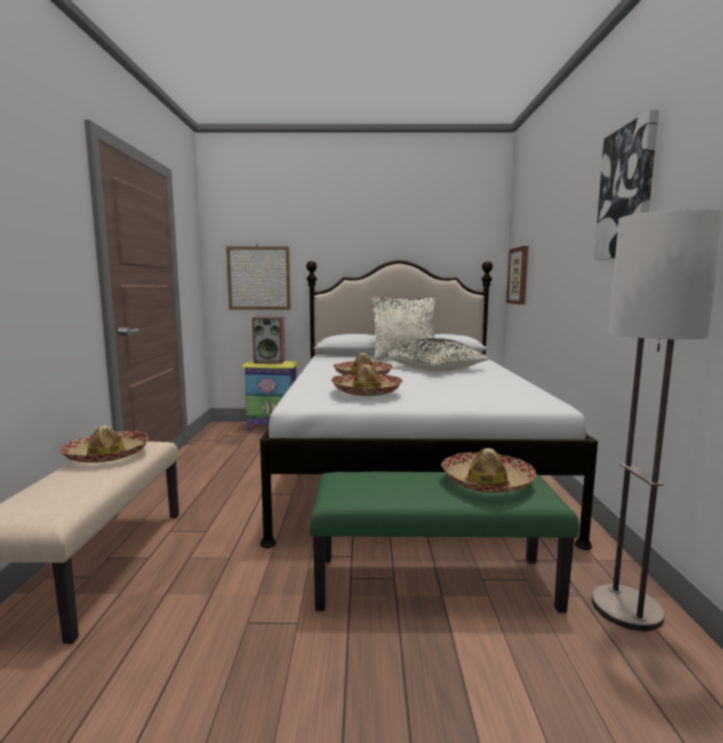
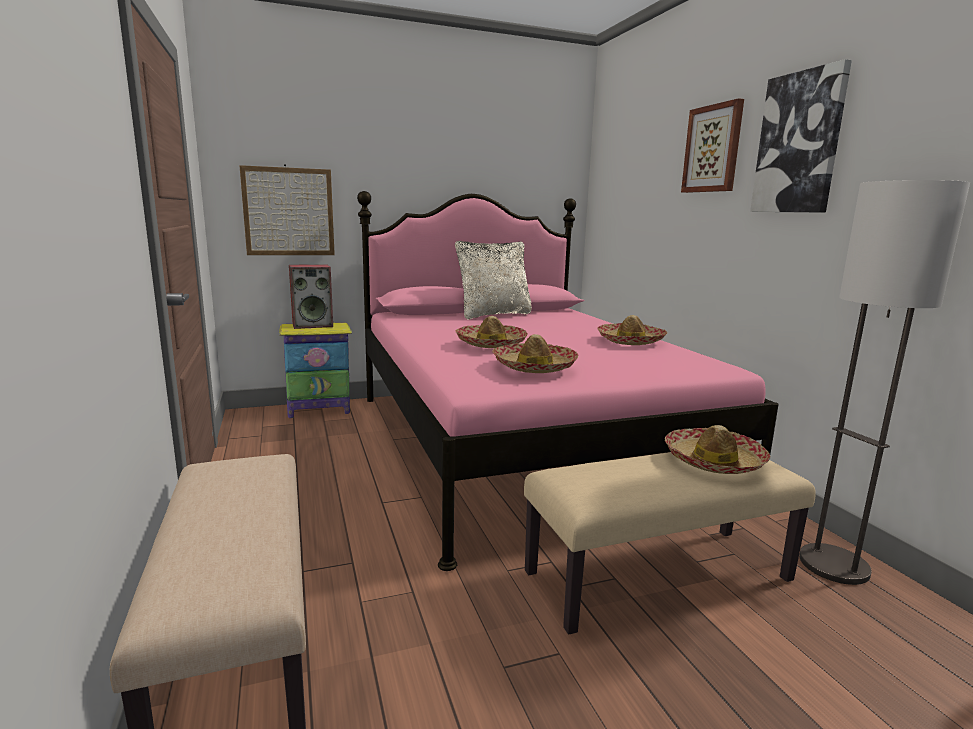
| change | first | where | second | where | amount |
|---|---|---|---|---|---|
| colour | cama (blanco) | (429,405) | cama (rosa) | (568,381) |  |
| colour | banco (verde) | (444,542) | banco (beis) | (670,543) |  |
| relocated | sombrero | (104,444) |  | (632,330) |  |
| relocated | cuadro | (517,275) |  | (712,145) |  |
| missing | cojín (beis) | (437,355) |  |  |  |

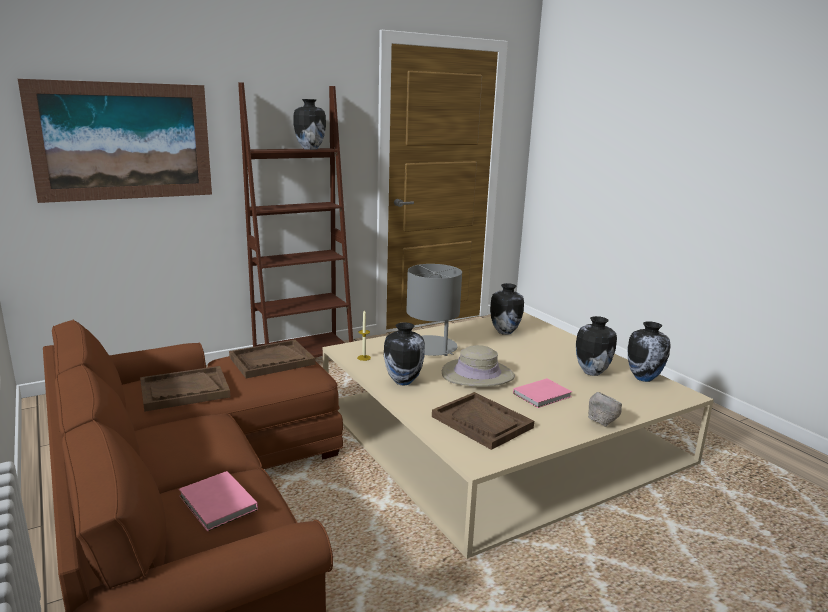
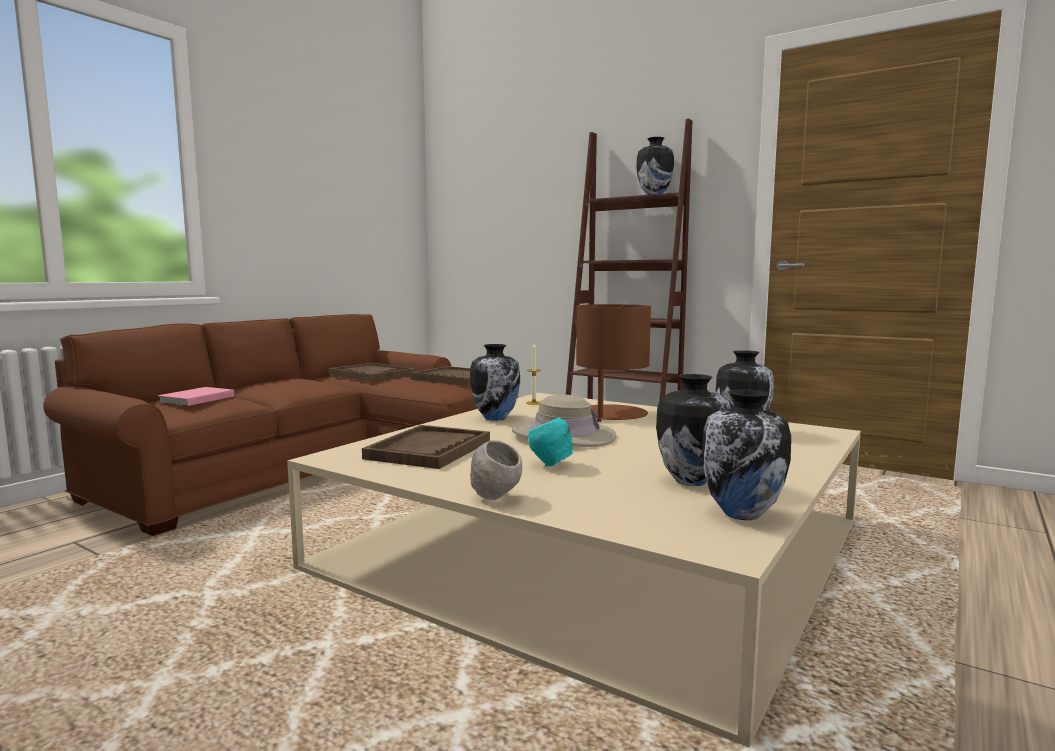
| change | first | where | second | where | amount |
|---|---|---|---|---|---|
| exchanged | libro (rosa) | (542,393) | cuenco (turquesa) | (550,442) |  |
| colour | lámpara de mesa (gris) | (434,310) | lámpara de mesa (marrón) | (613,363) |  |
| missing | cuadro | (115,141) |  |  |  |

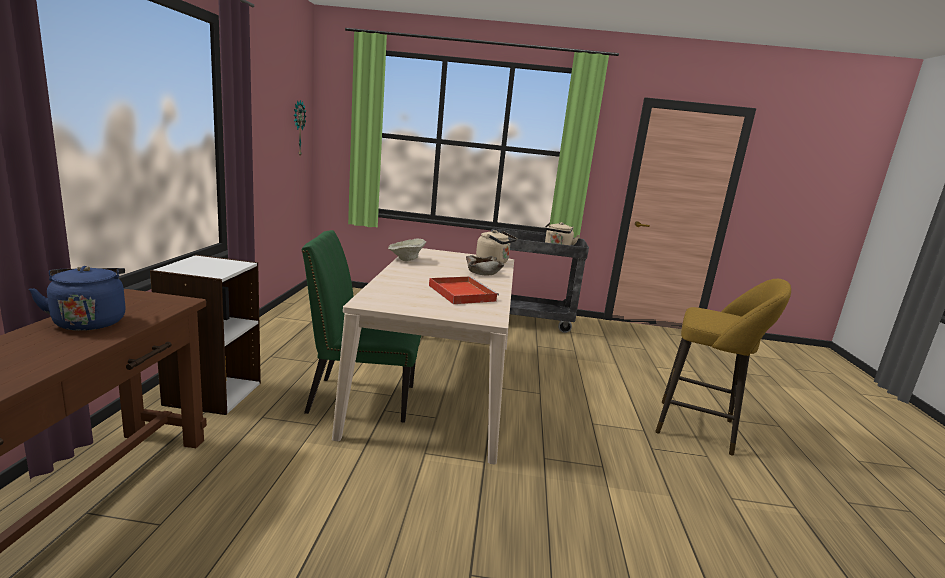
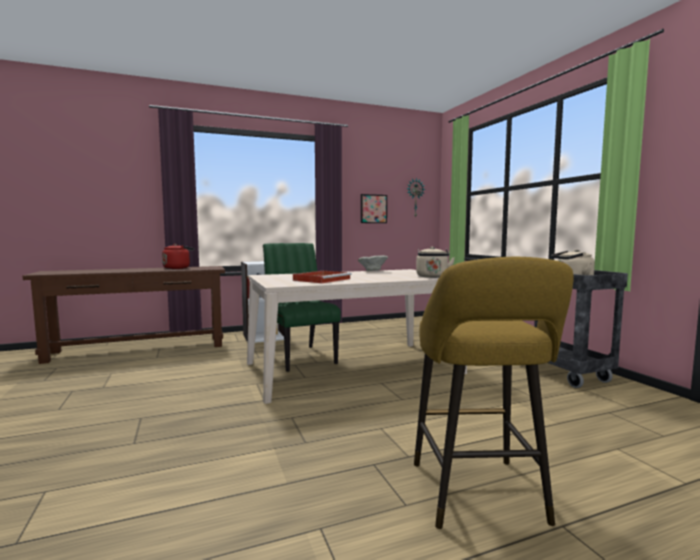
| change | first | where | second | where | amount |
|---|---|---|---|---|---|
| colour | hervidor (azul) | (77,298) | hervidor (rojo) | (178,256) |  |
| appeared |  |  | cuadro | (374,208) |  |
| missing | cuenco (beis) | (485,265) |  |  |  |

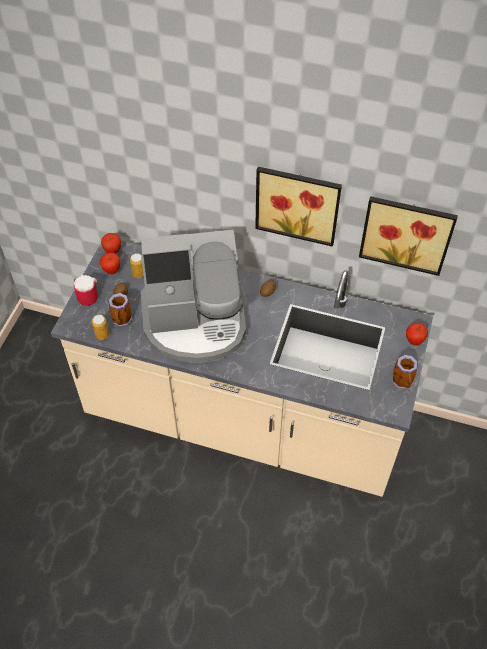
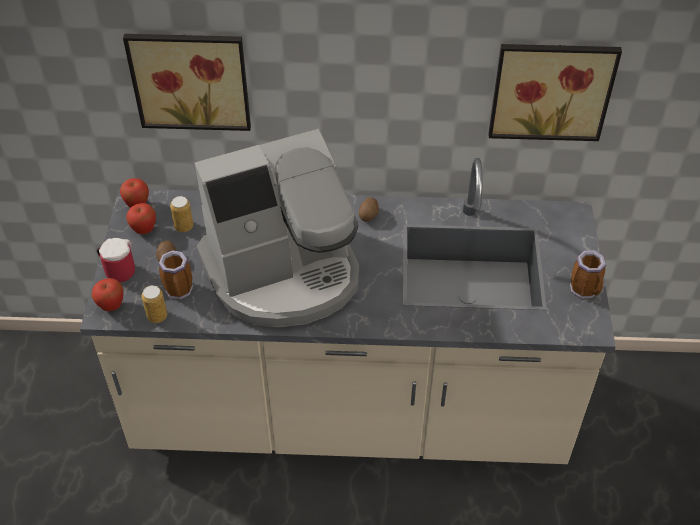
| change | first | where | second | where | amount |
|---|---|---|---|---|---|
| relocated | manzana | (417,334) |  | (107,294) |  |
| relocated | cuadro | (298,207) |  | (187,82) |  |

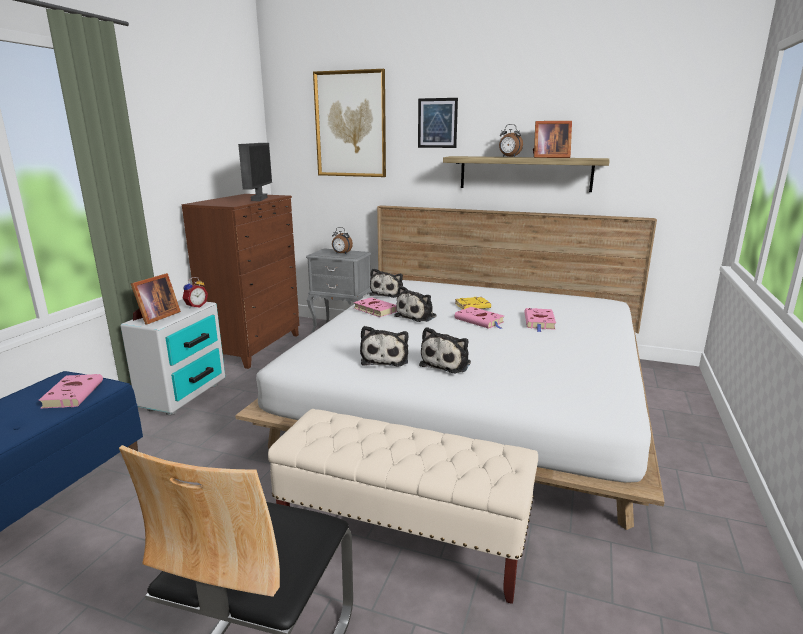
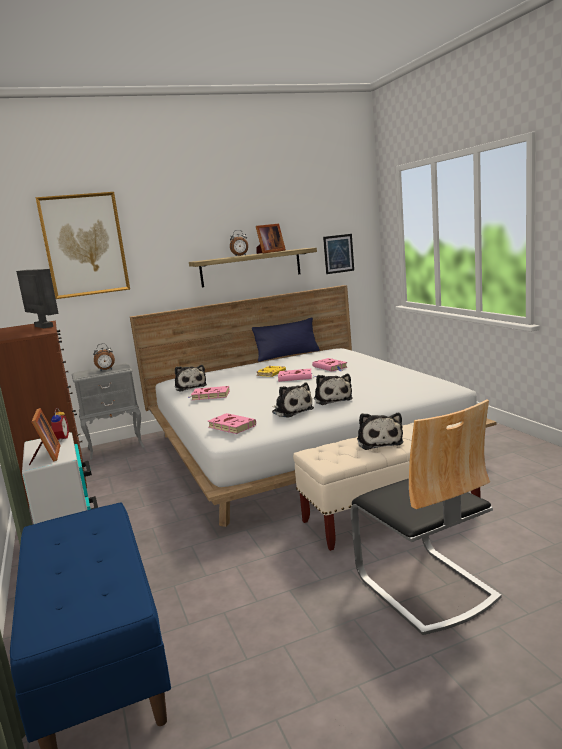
| change | first | where | second | where | amount |
|---|---|---|---|---|---|
| relocated | libro (rosa) | (71,391) |  | (232,423) |  |
| appeared |  |  | cojín (azul) | (286,339) |  |
| relocated | cuadro | (438,123) |  | (338,254) |  |
| relocated | peluche | (415,304) |  | (380,431) |  |

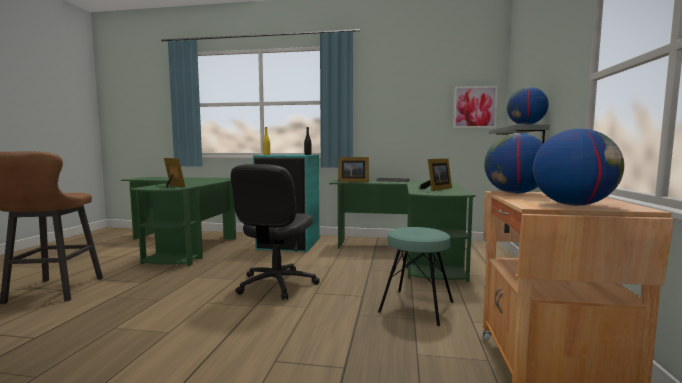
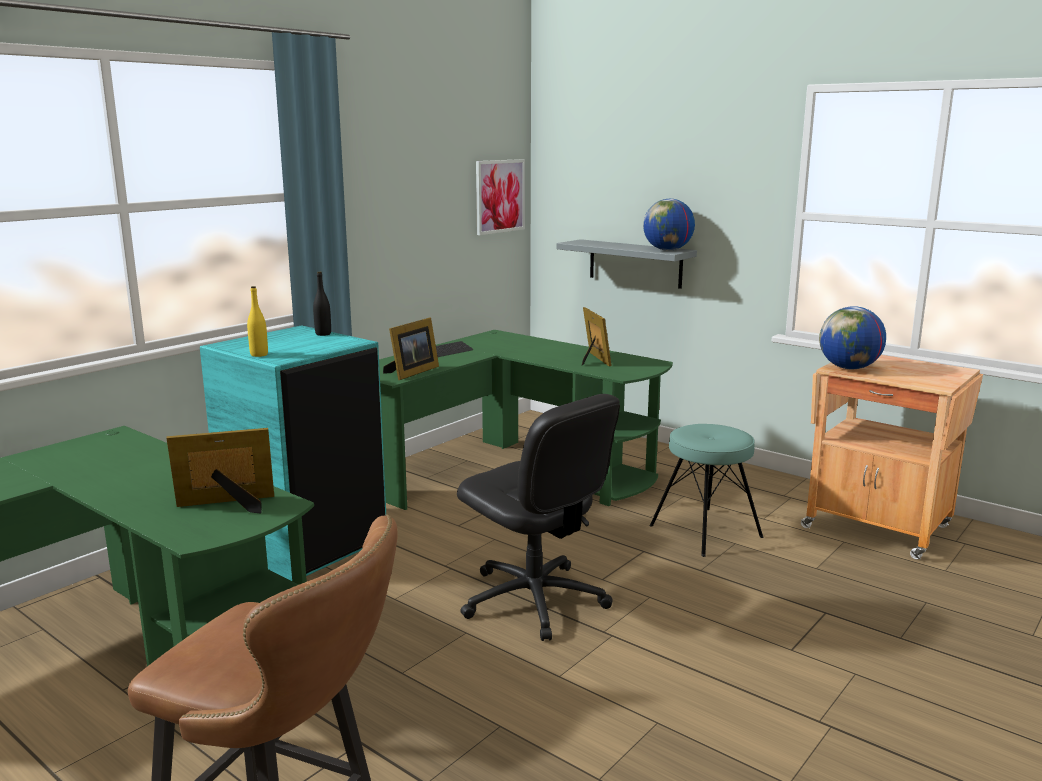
| change | first | where | second | where | amount |
|---|---|---|---|---|---|
| missing | globo terráqueo | (578,167) |  |  |  |

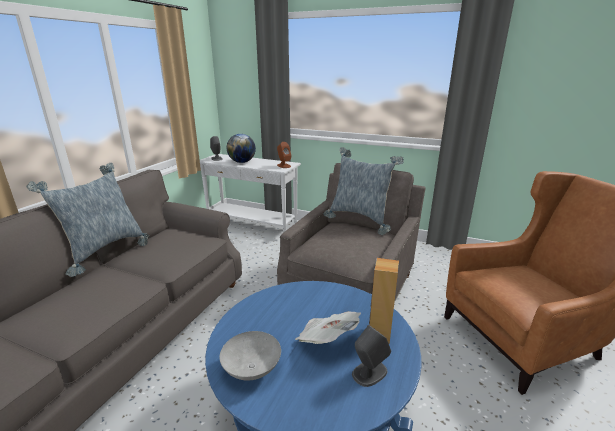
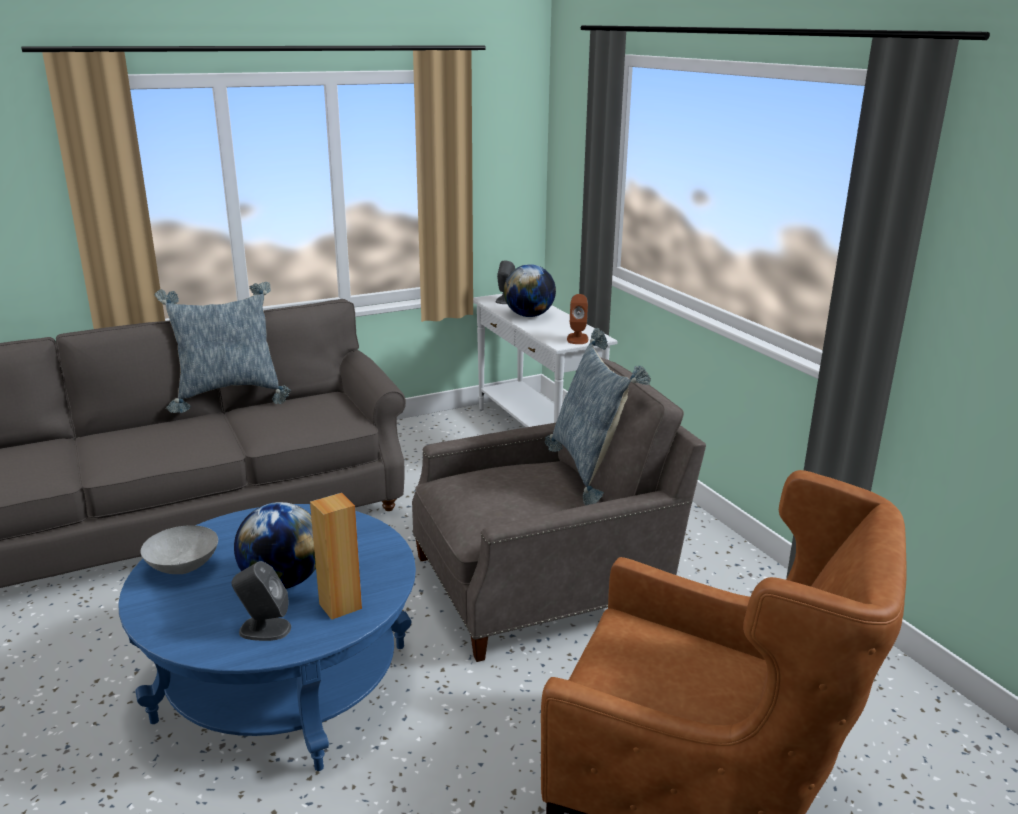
| change | first | where | second | where | amount |
|---|---|---|---|---|---|
| exchanged | periódico | (328,327) | globo terráqueo | (275,545) |  |

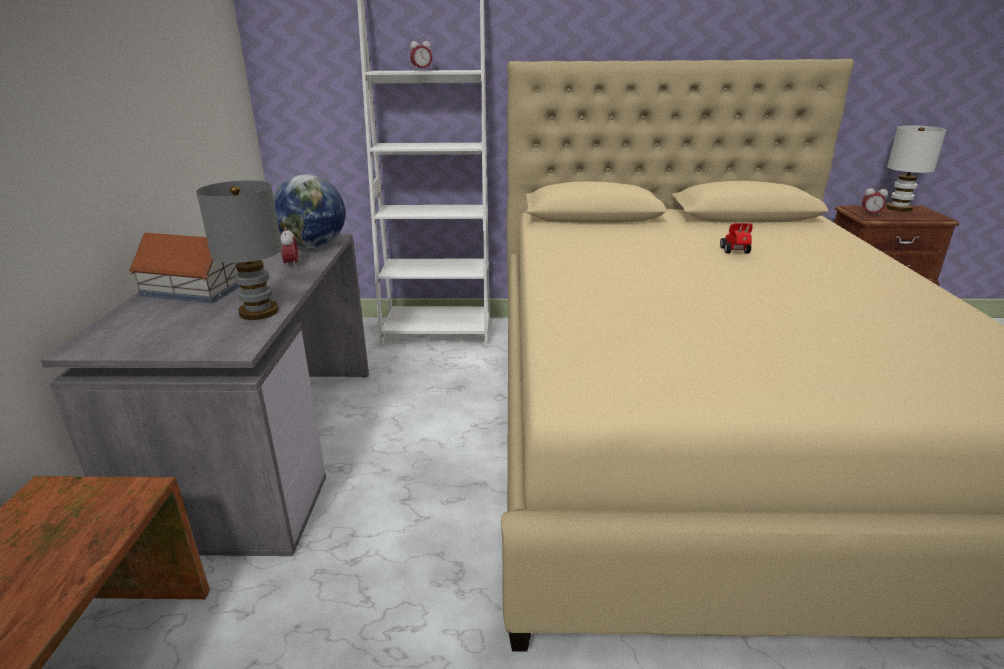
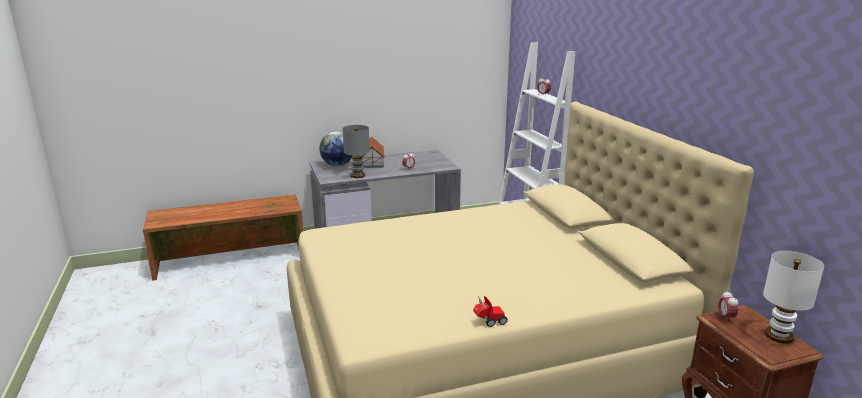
| change | first | where | second | where | amount |
|---|---|---|---|---|---|
| relocated | globo terráqueo | (309,211) |  | (336,148) |  |
| relocated | coche de juguete | (736,237) |  | (490,311) |  |

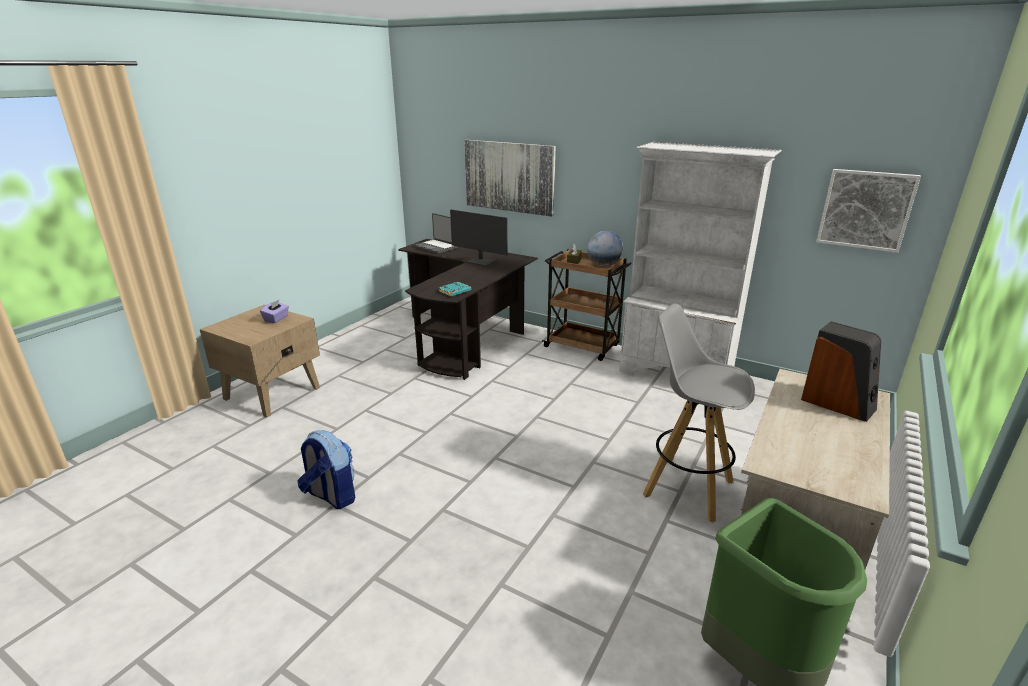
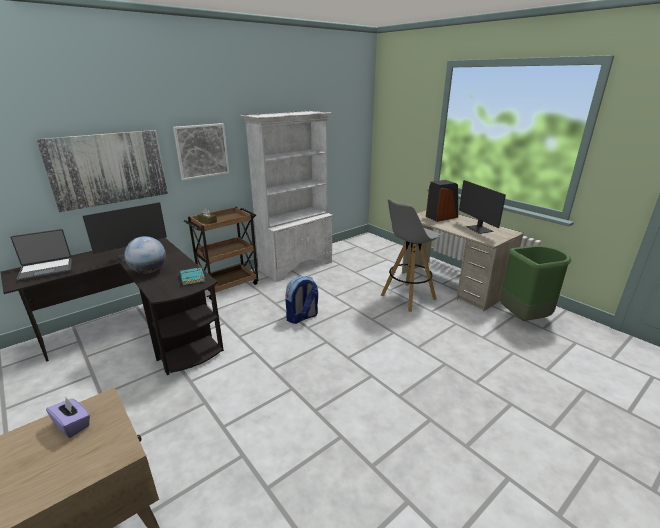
| change | first | where | second | where | amount |
|---|---|---|---|---|---|
| relocated | globo terráqueo | (605,249) |  | (145,255) |  |
| relocated | cuadro | (868,211) |  | (201,151) |  |
| relocated | mochila | (326,469) |  | (301,300) |  |
| appeared |  |  | monitor | (482,207) |  |

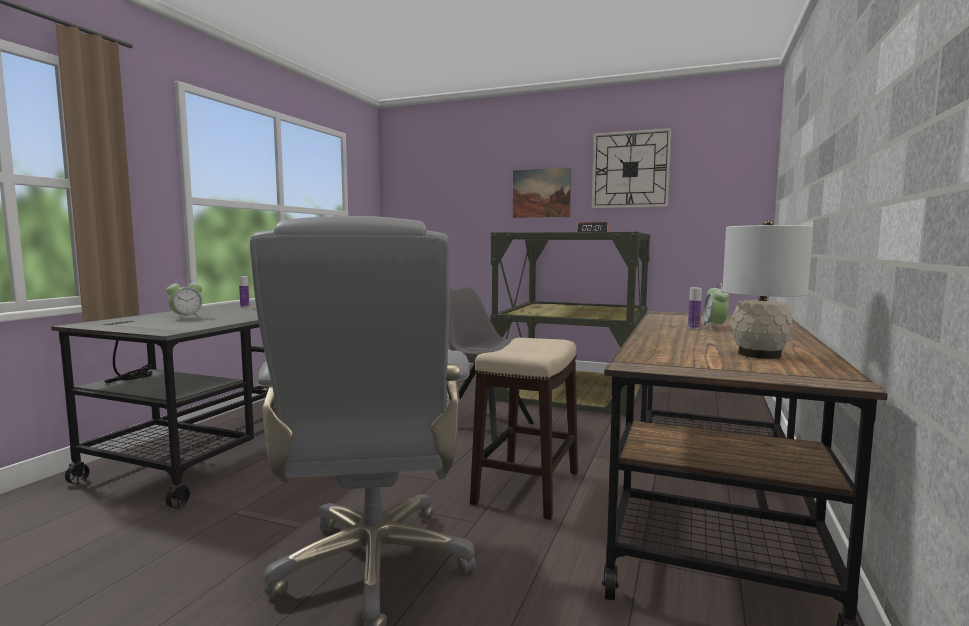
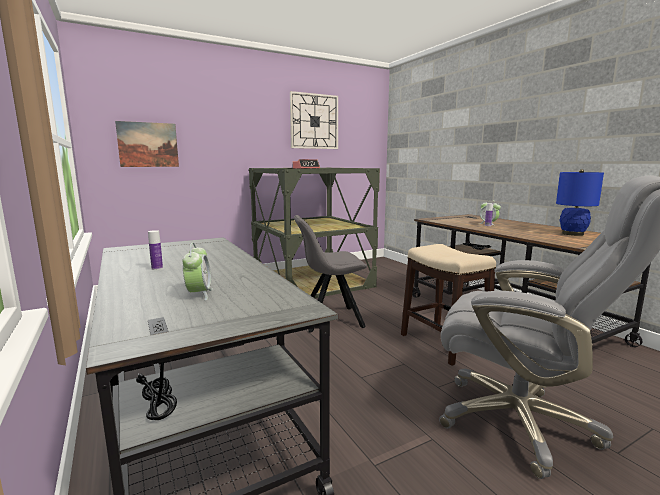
| change | first | where | second | where | amount |
|---|---|---|---|---|---|
| relocated | cuadro | (542,193) |  | (147,144) |  |
| colour | lámpara de mesa (blanco) | (767,289) | lámpara de mesa (azul) | (580,202) |  |

